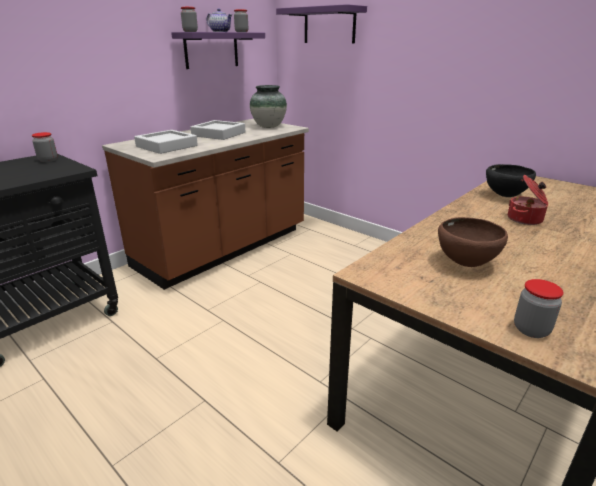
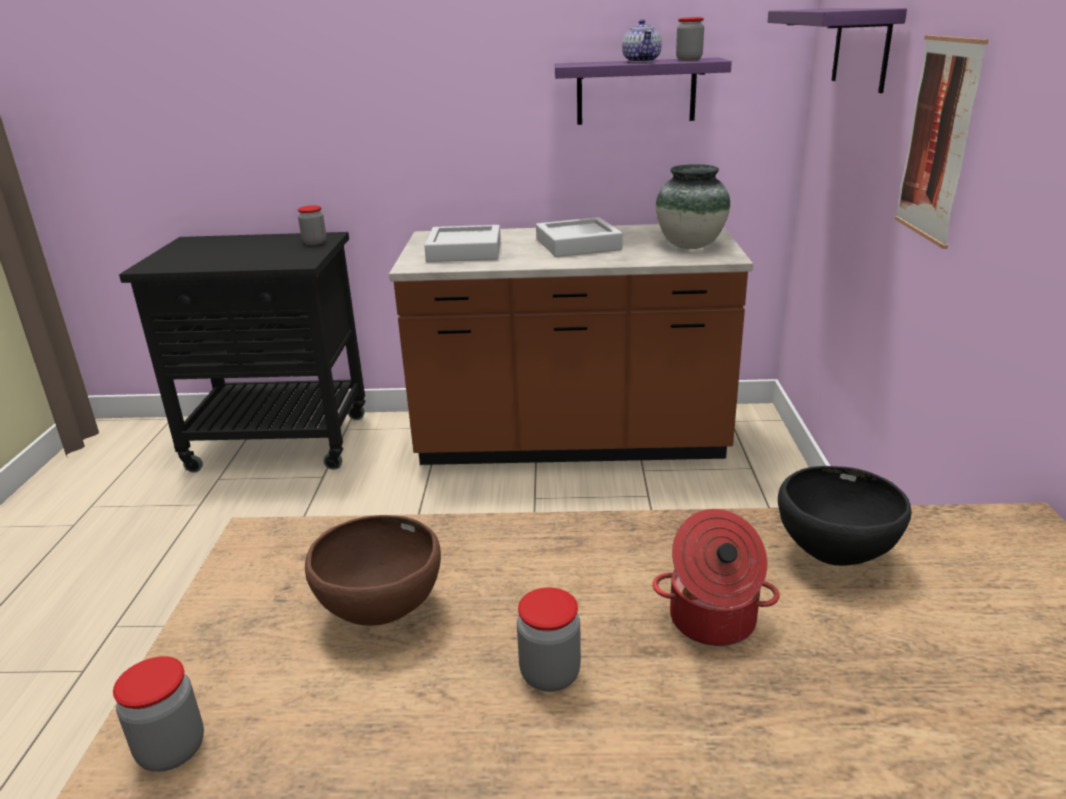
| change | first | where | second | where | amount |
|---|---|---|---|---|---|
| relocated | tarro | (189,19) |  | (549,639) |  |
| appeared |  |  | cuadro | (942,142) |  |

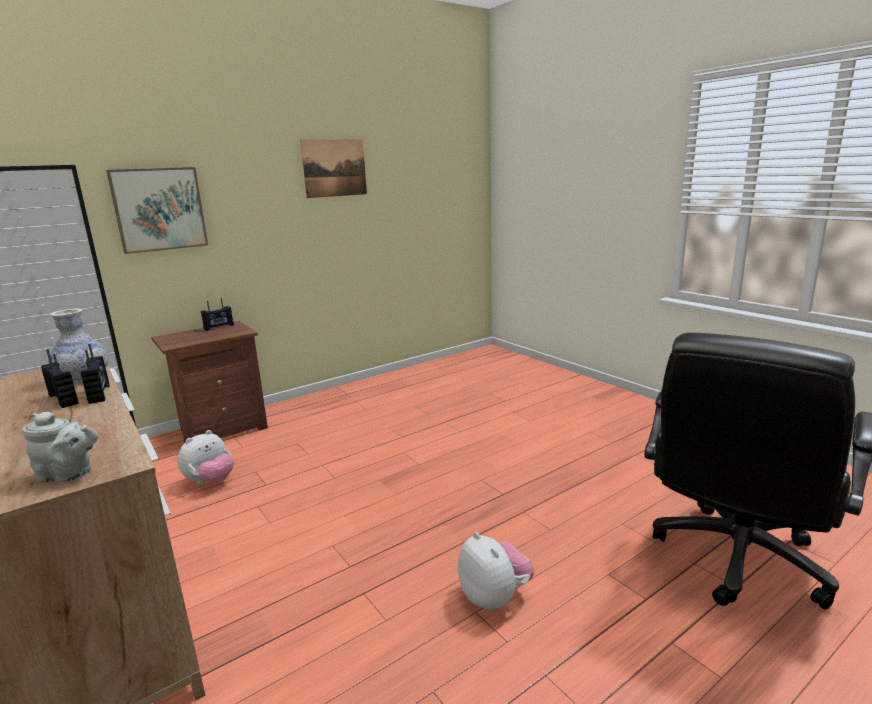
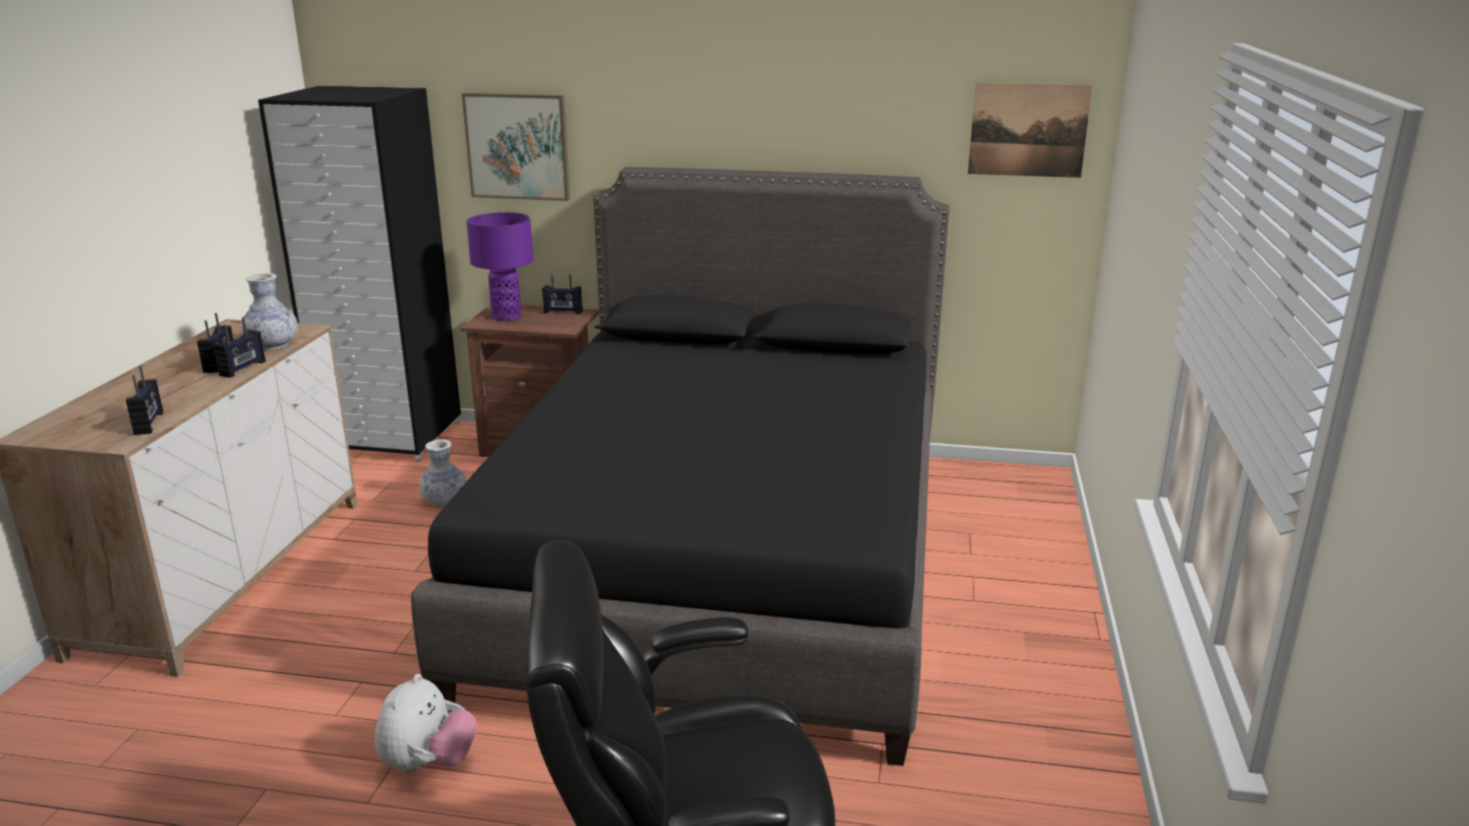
| change | first | where | second | where | amount |
|---|---|---|---|---|---|
| appeared |  |  | radio | (144,400) |  |
| appeared |  |  | cama (negro) | (680,466) |  |
| exchanged | peluche | (205,457) | florero | (443,472) |  |
| appeared |  |  | lámpara de mesa (morado) | (500,266) |  |
| relocated | cuadro | (333,168) |  | (1030,130) |  |
| missing | tetera (gris) | (60,447) |  |  |  |

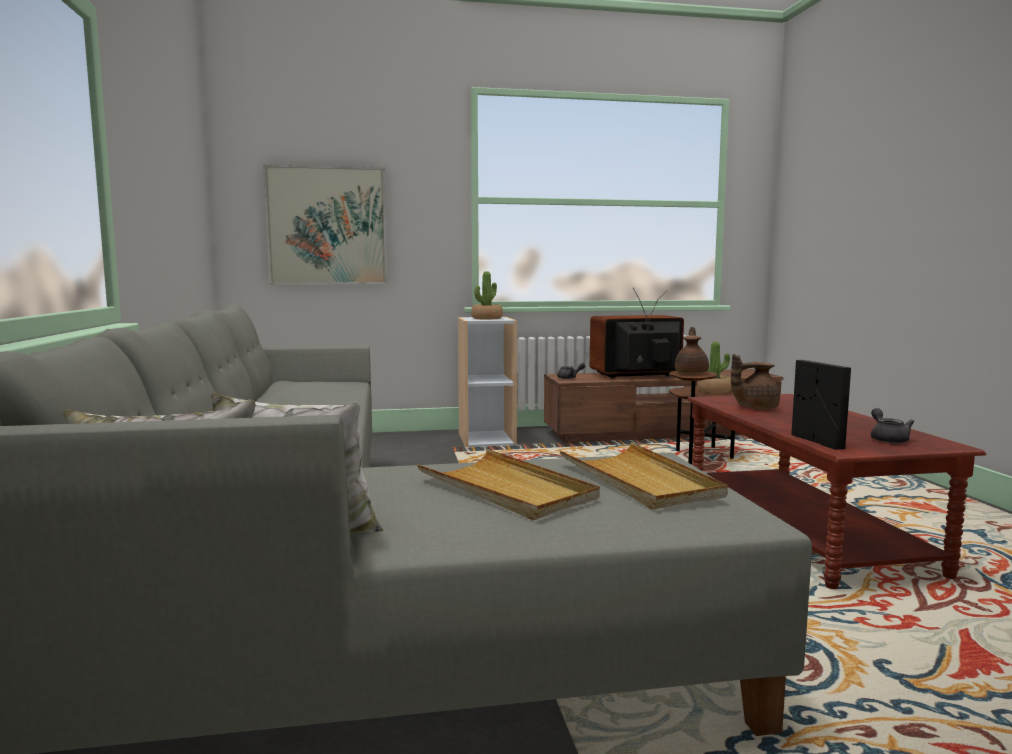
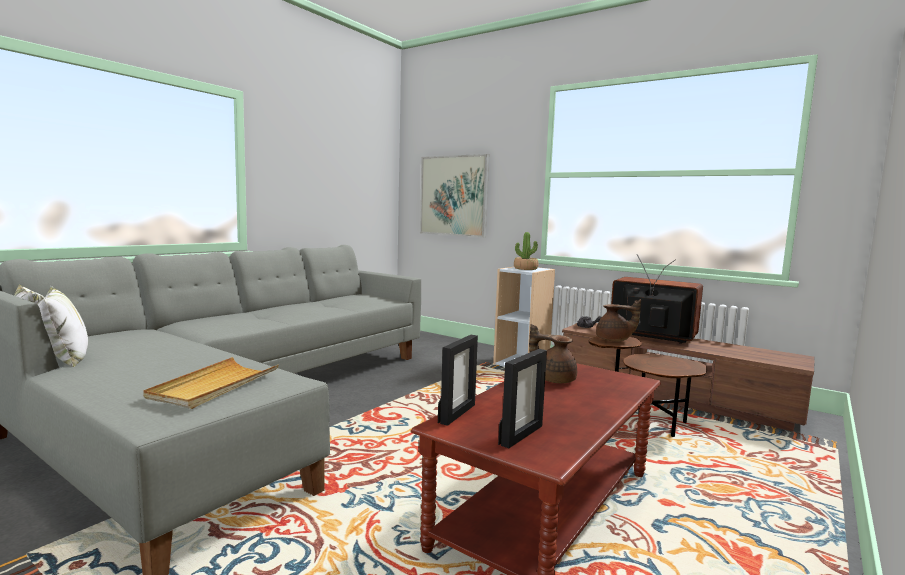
| change | first | where | second | where | amount |
|---|---|---|---|---|---|
| exchanged | tetera (gris) | (892,425) | portarretratos | (522,398) |  |
| spun | tetera (marrón) | (692,350) |  | (618,320) | 45 degrees clockwise |
| missing | bandeja (beis) | (508,484) |  |  |  |
| missing | planta en maceta | (714,367) |  |  |  |

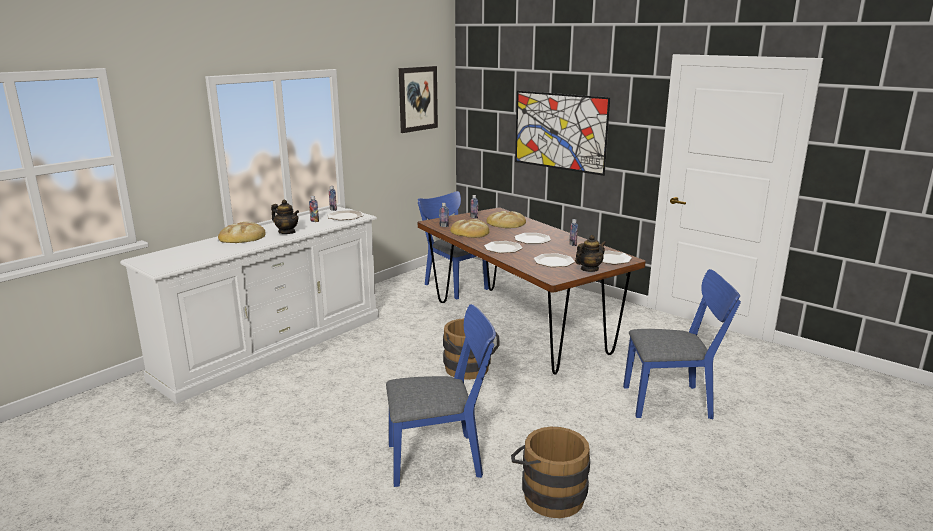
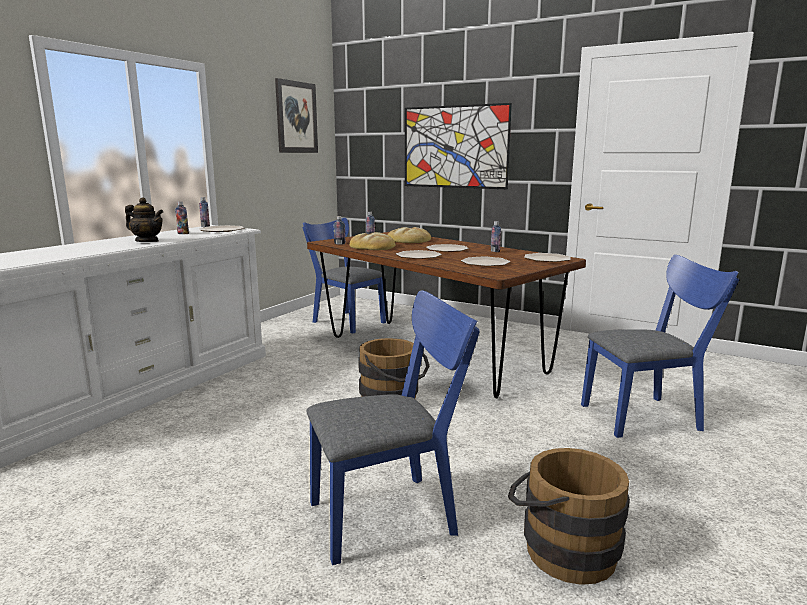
| change | first | where | second | where | amount |
|---|---|---|---|---|---|
| missing | pan | (242,232) |  |  |  |
| missing | tetera | (590,253) |  |  |  |

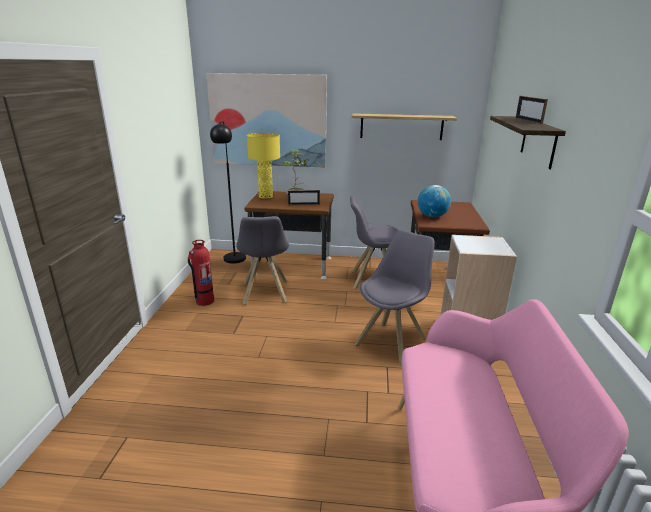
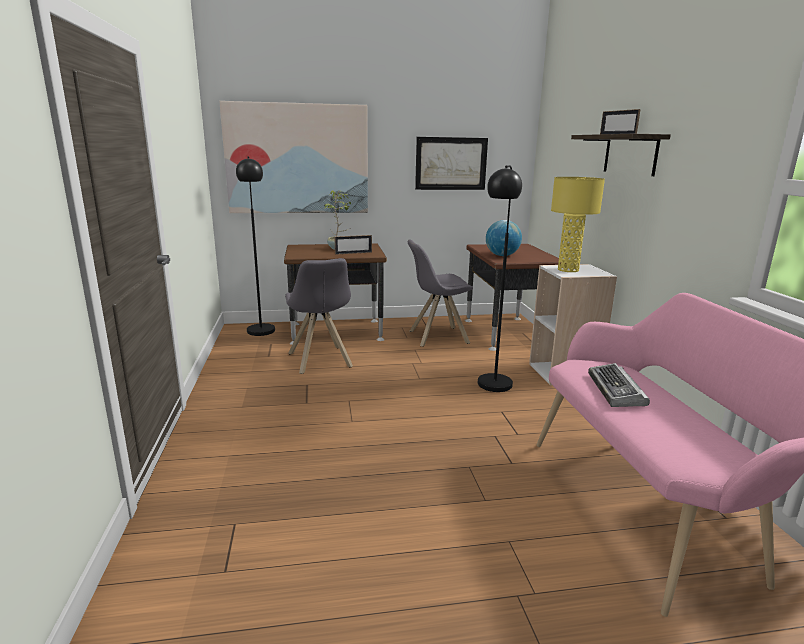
| change | first | where | second | where | amount |
|---|---|---|---|---|---|
| exchanged | estante | (404,126) | cuadro | (451,163) |  |
| exchanged | silla (gris) | (395,297) | lámpara de pie (negro) | (500,278) |  |
| relocated | lámpara de mesa (amarillo) | (263,166) |  | (578,224) |  |
| appeared |  |  | teclado | (619,385) |  |
| missing | extintor | (201,273) |  |  |  |

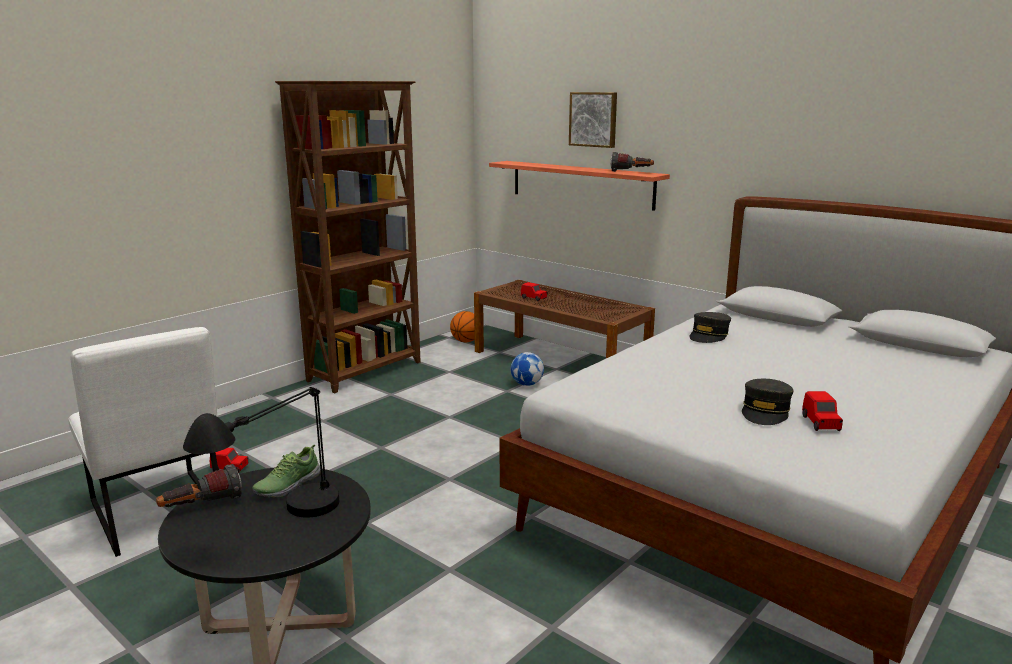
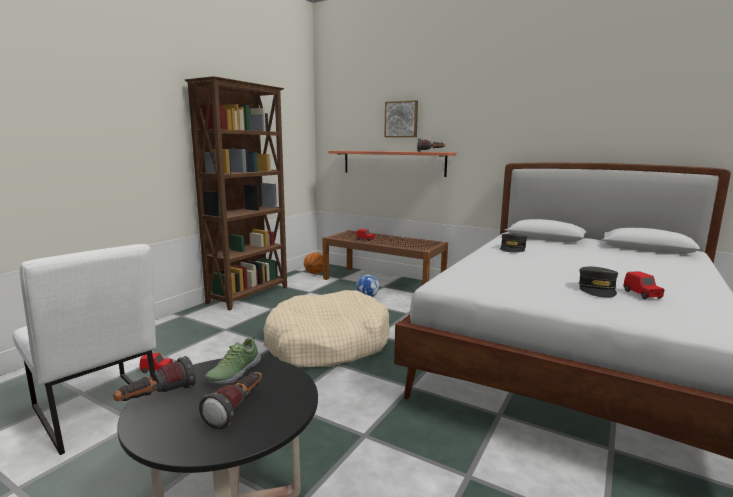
| change | first | where | second | where | amount |
|---|---|---|---|---|---|
| exchanged | lámpara de mesa (negro) | (261,452) | linterna | (230,400) |  |
| appeared |  |  | cama para perro (beis) | (326,328) |  |

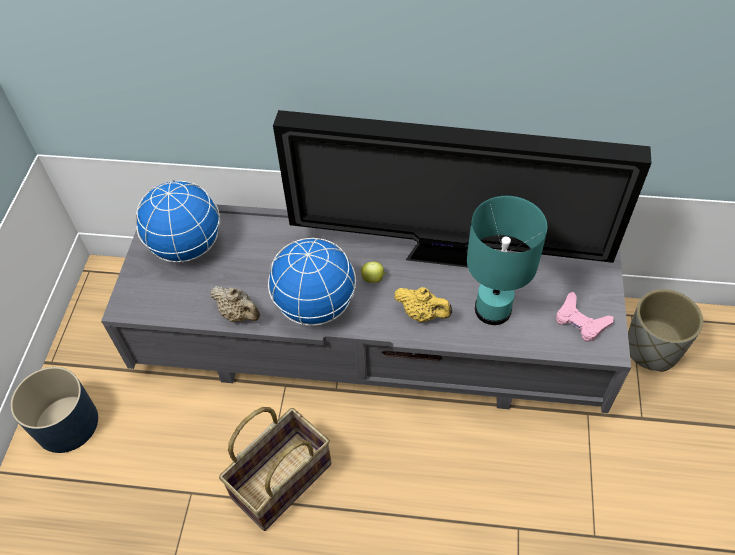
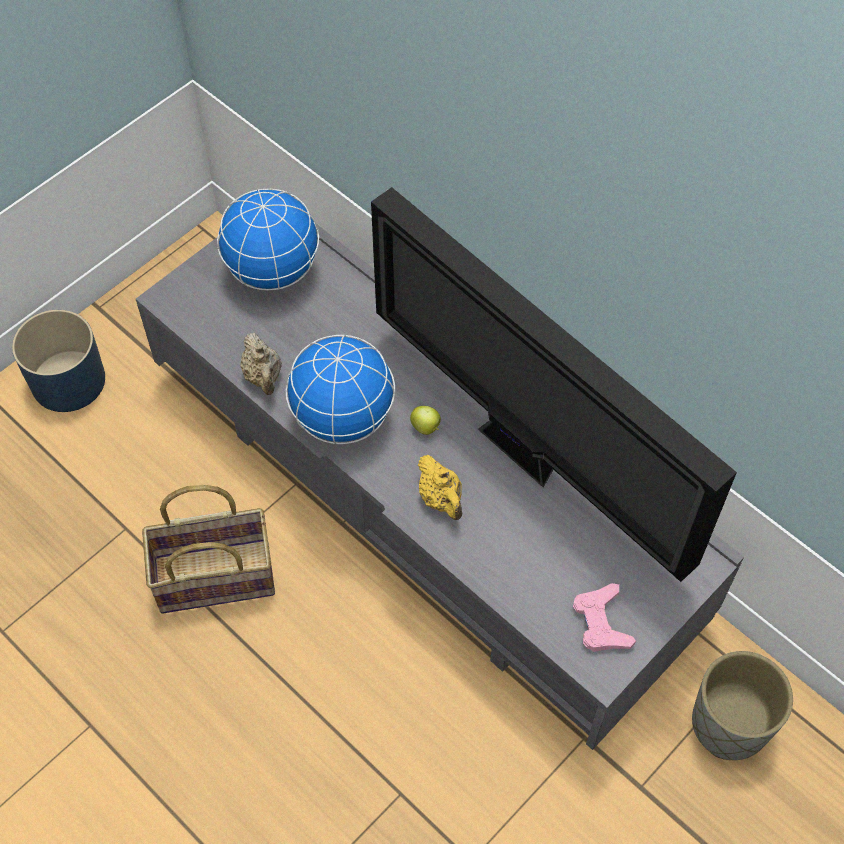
| change | first | where | second | where | amount |
|---|---|---|---|---|---|
| missing | lámpara de mesa (turquesa) | (507,260) |  |  |  |

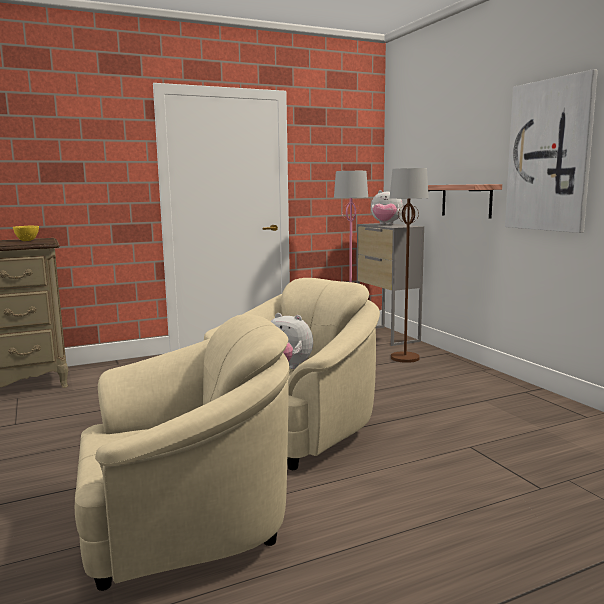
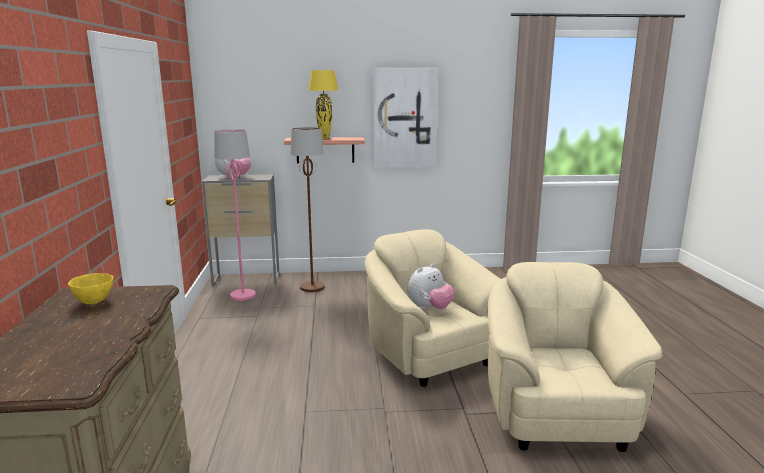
| change | first | where | second | where | amount |
|---|---|---|---|---|---|
| appeared |  |  | lámpara de mesa (amarillo) | (323,104) |  |

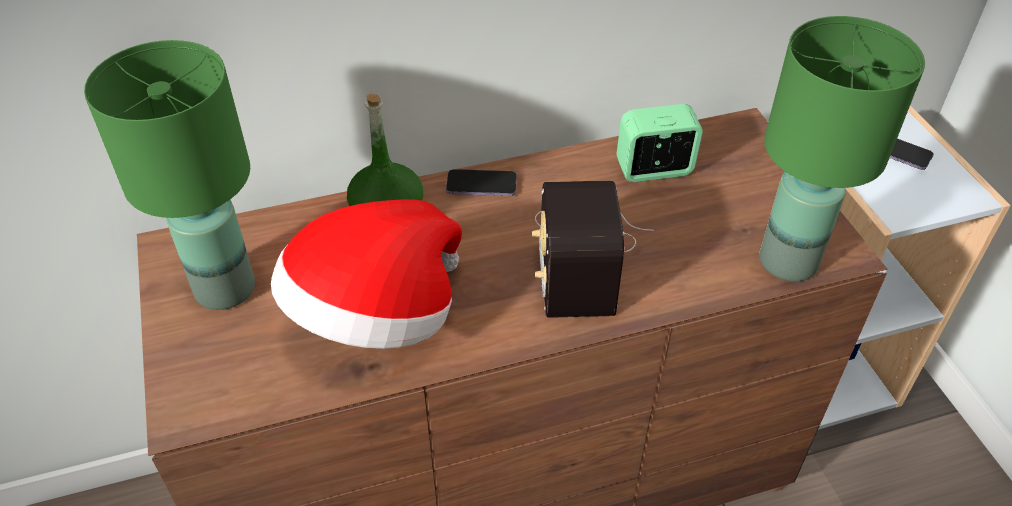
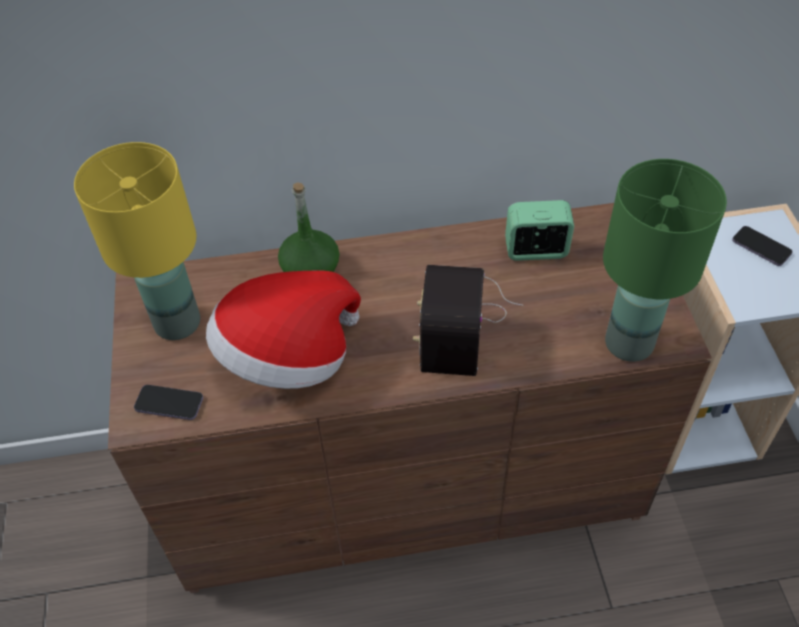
| change | first | where | second | where | amount |
|---|---|---|---|---|---|
| colour | lámpara de mesa (verde) | (169,175) | lámpara de mesa (amarillo) | (137,241) |  |
| relocated | móvil | (481,182) |  | (168,402) |  |

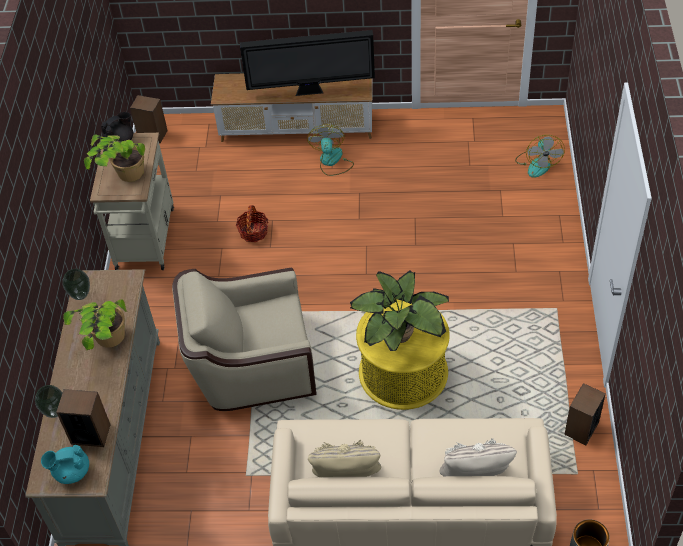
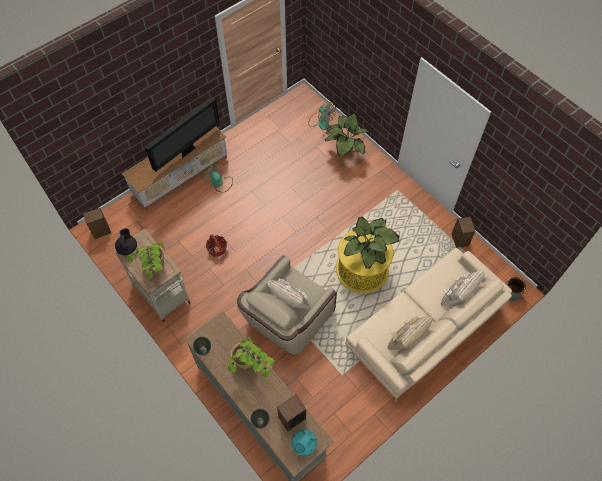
| change | first | where | second | where | amount |
|---|---|---|---|---|---|
| appeared |  |  | cojín (beis) | (288,294) |  |
| appeared |  |  | planta en maceta | (346,135) |  |

